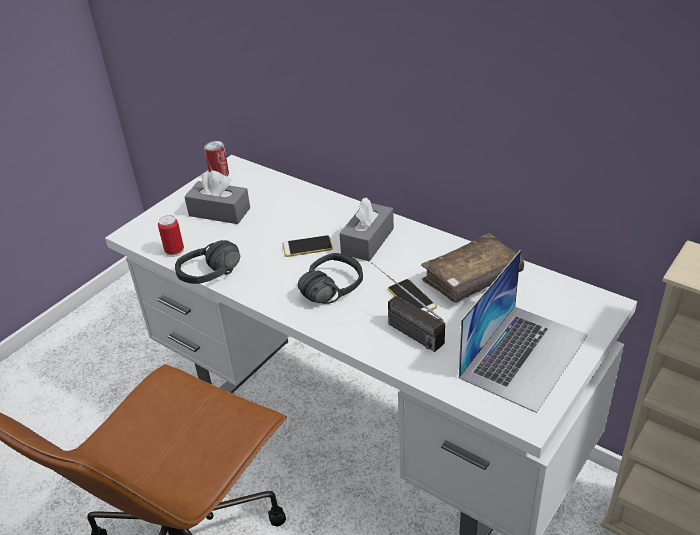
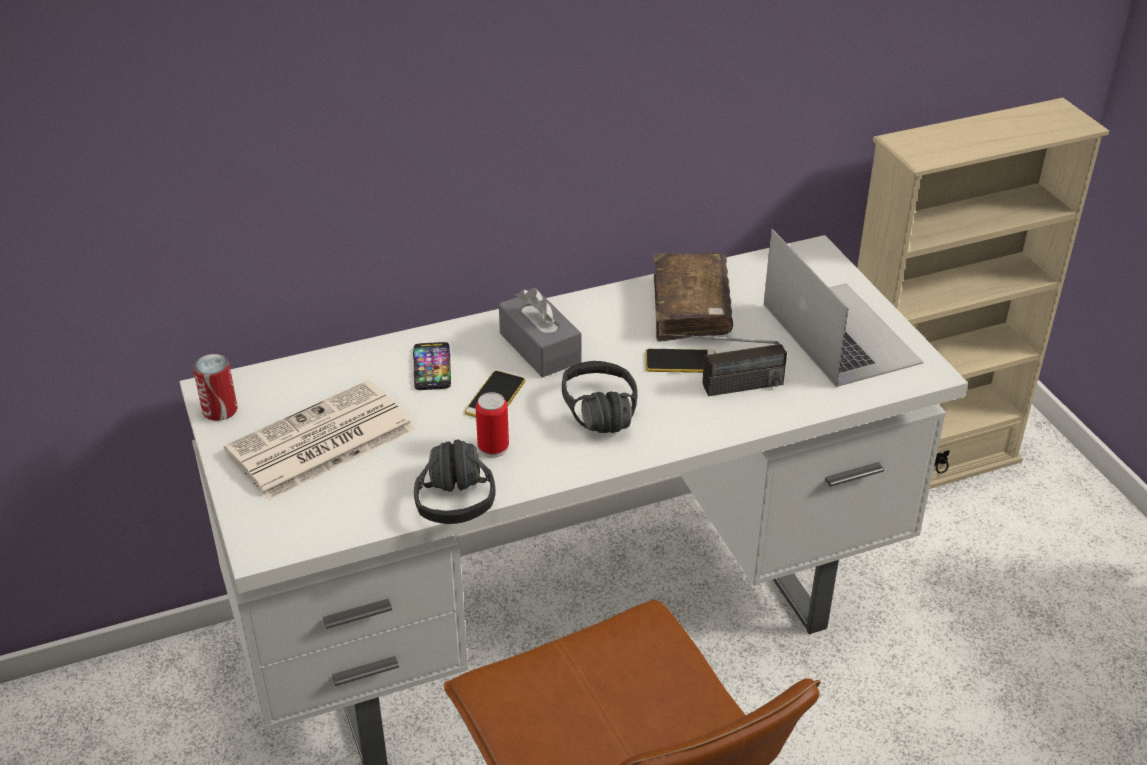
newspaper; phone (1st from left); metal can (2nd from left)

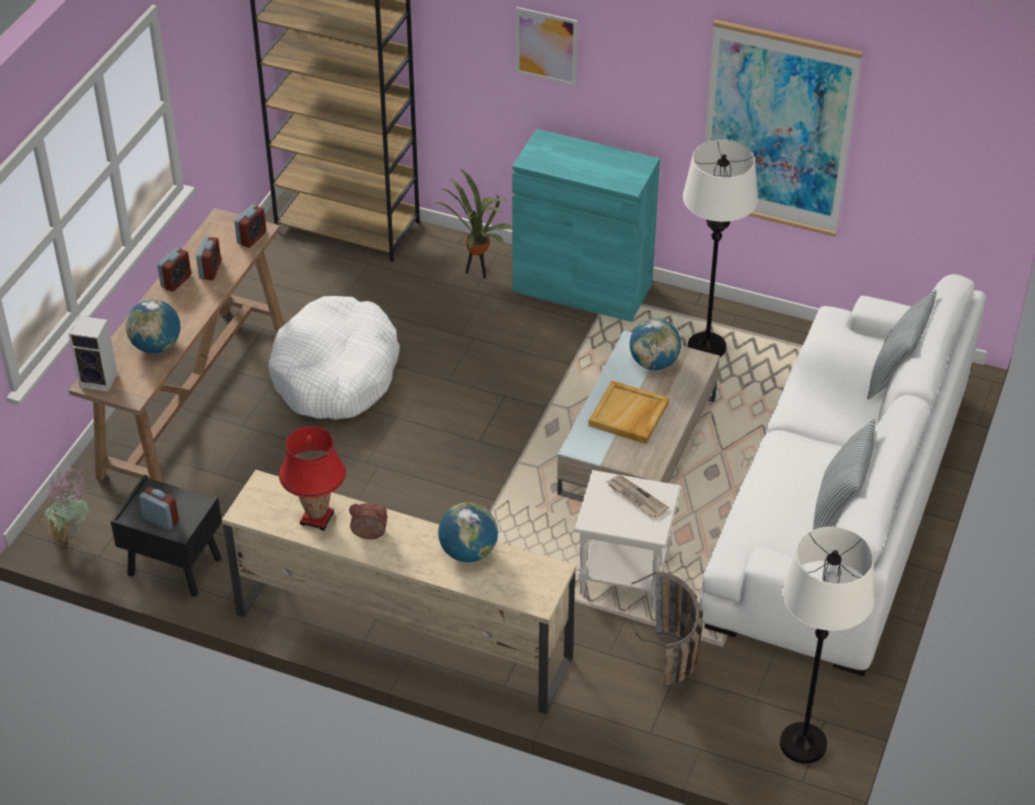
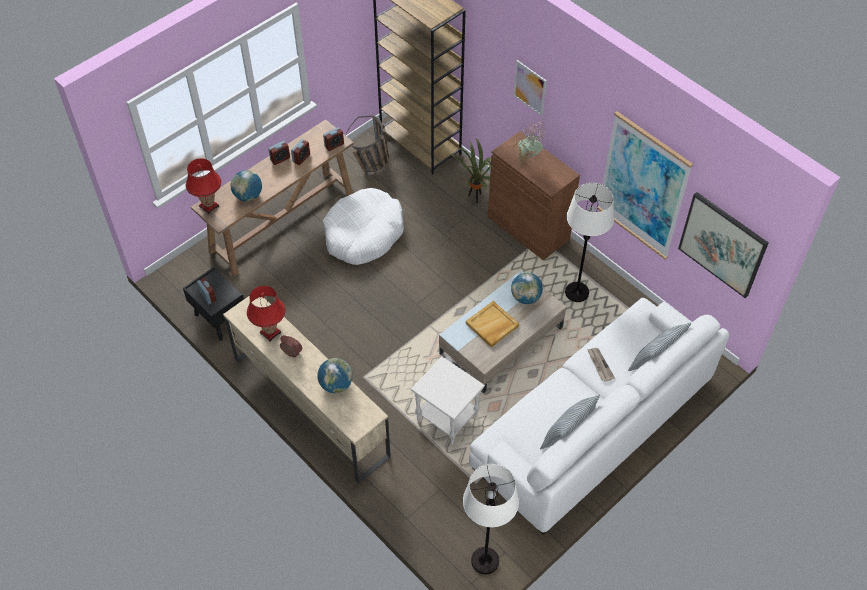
reddish table lamp (1st from left); basket; brown cupboard; houseplant (2nd from left); newspaper; wall picture (3rd from left)

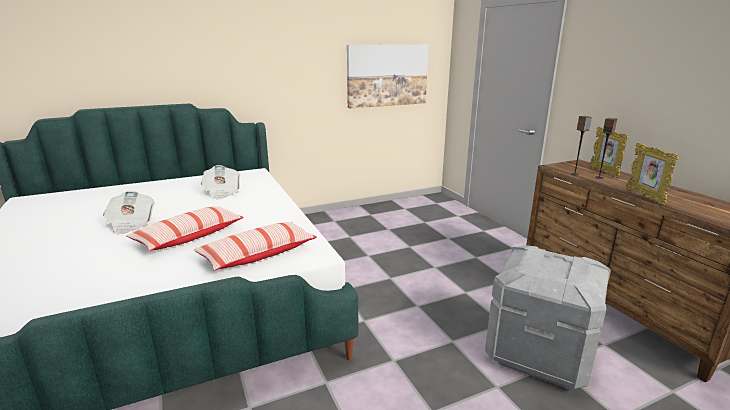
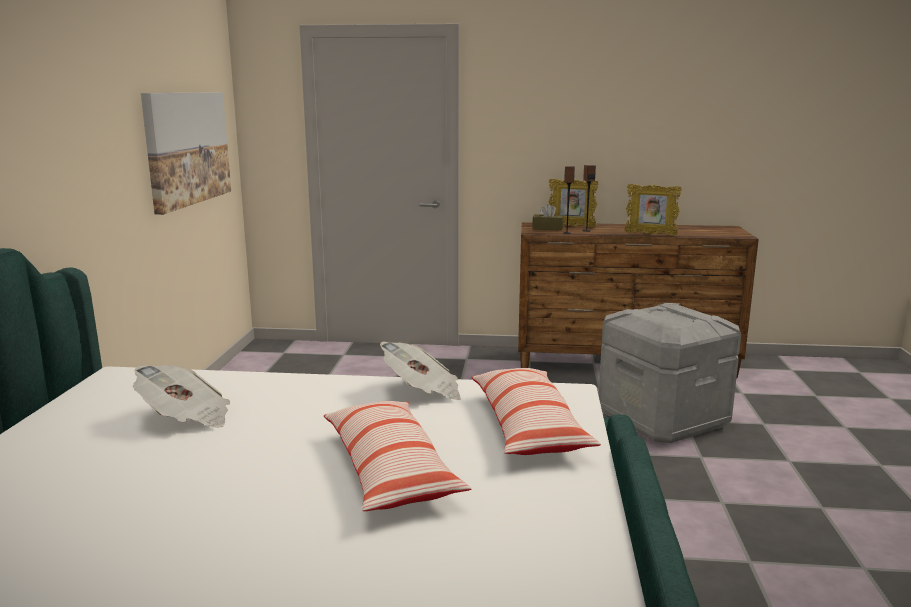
newspaper (2nd from left); brown tissue box

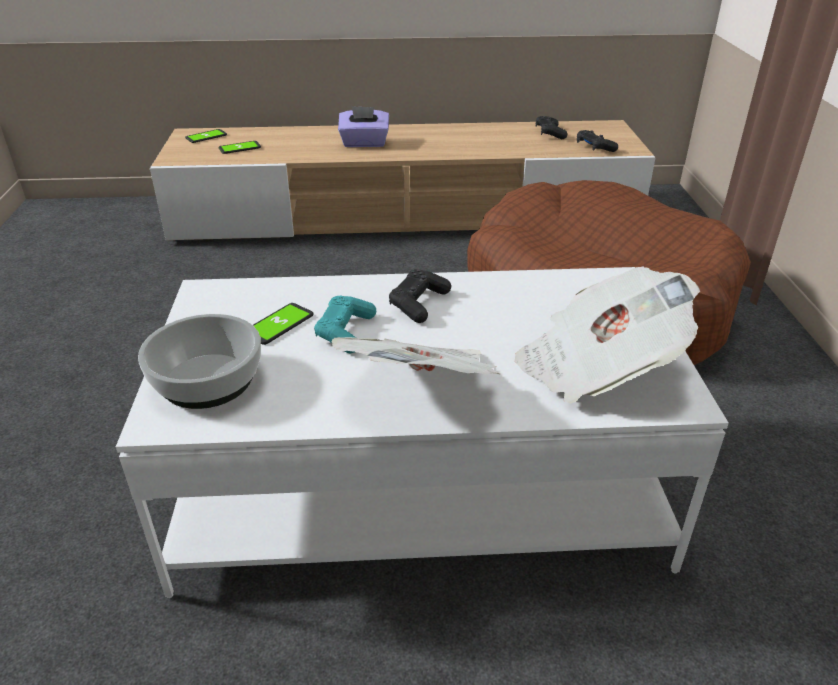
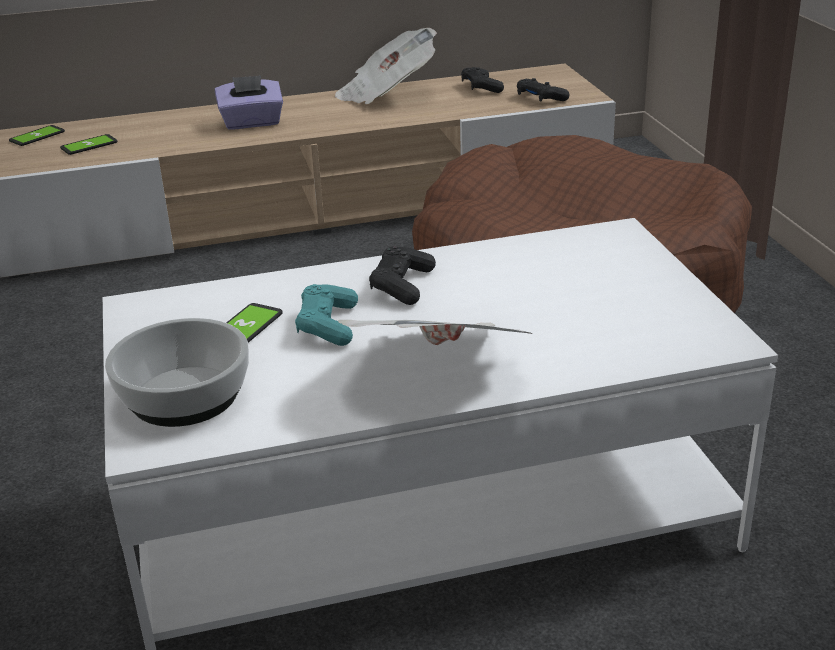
newspaper (1st from left)

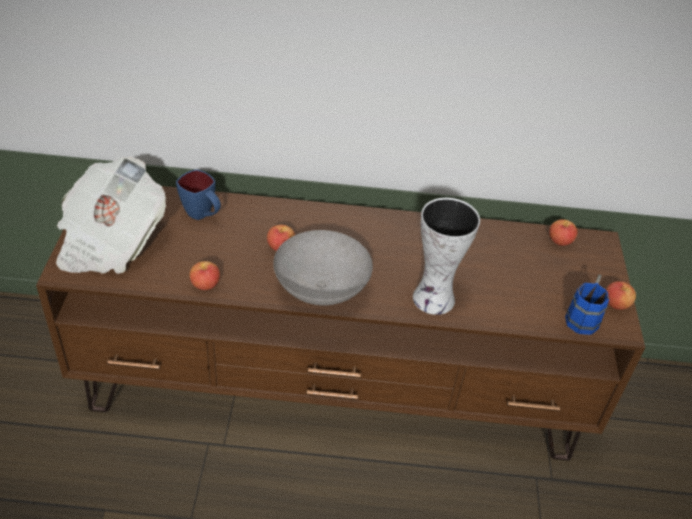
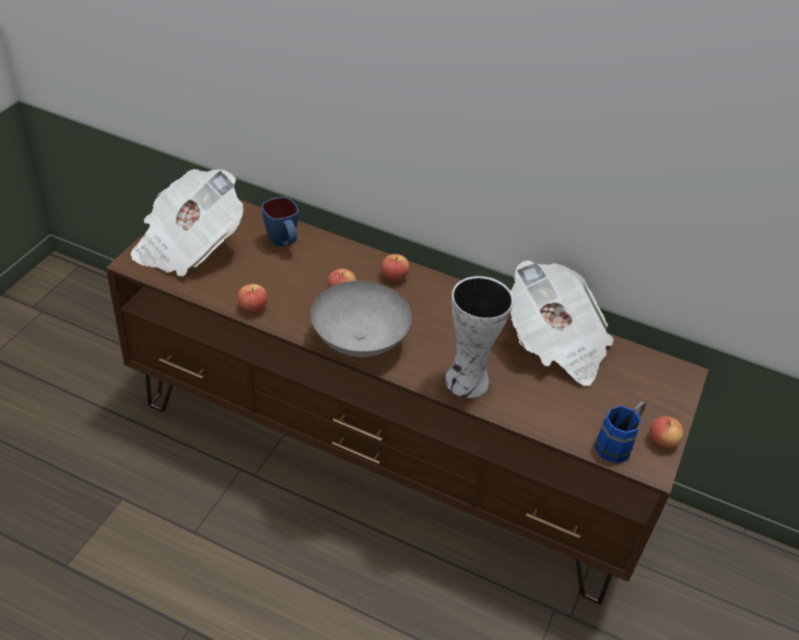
apple fruit (3rd from left); newspaper (2nd from left)

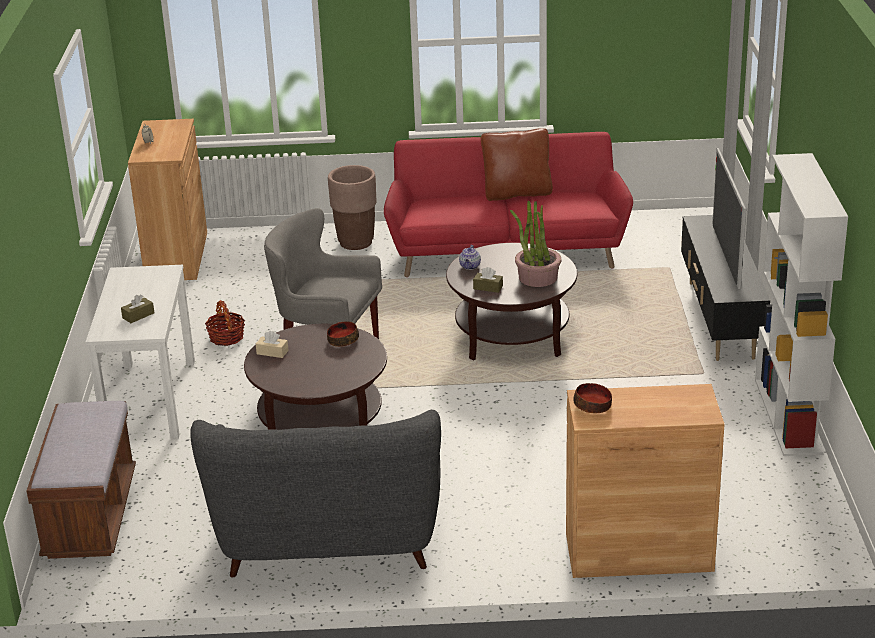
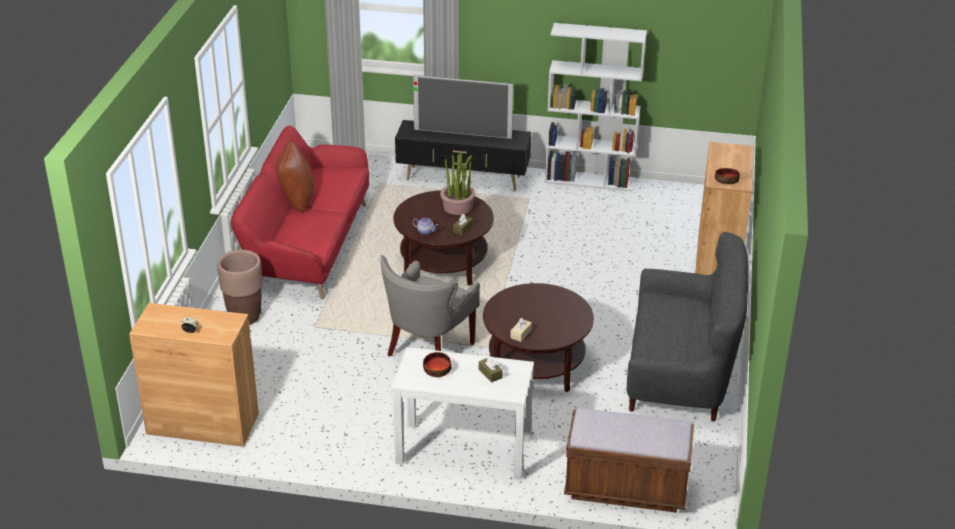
bowl (1st from left); basket

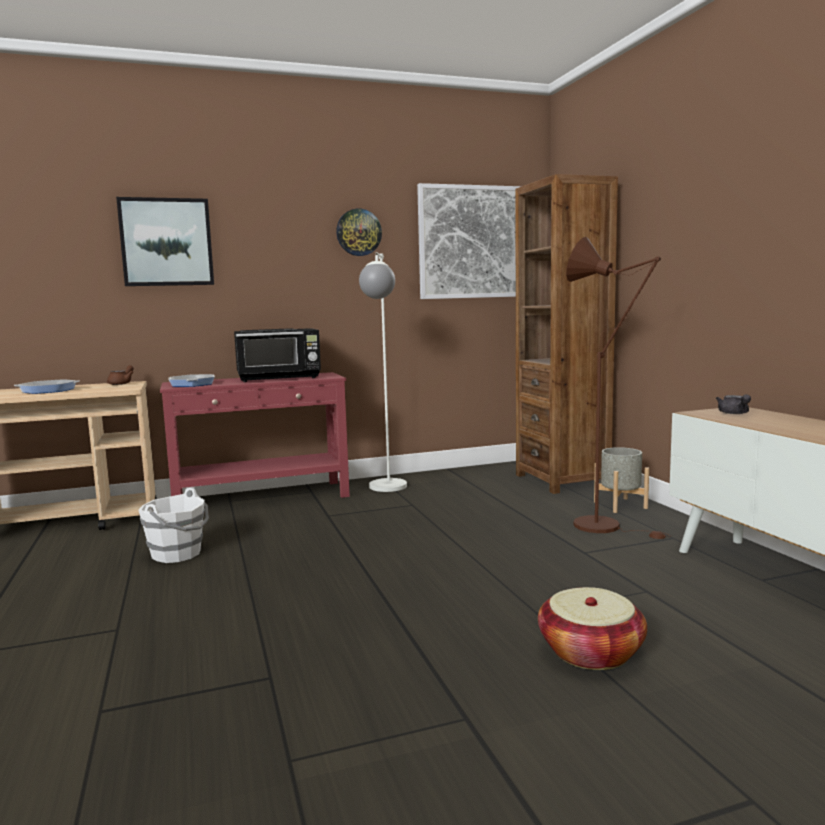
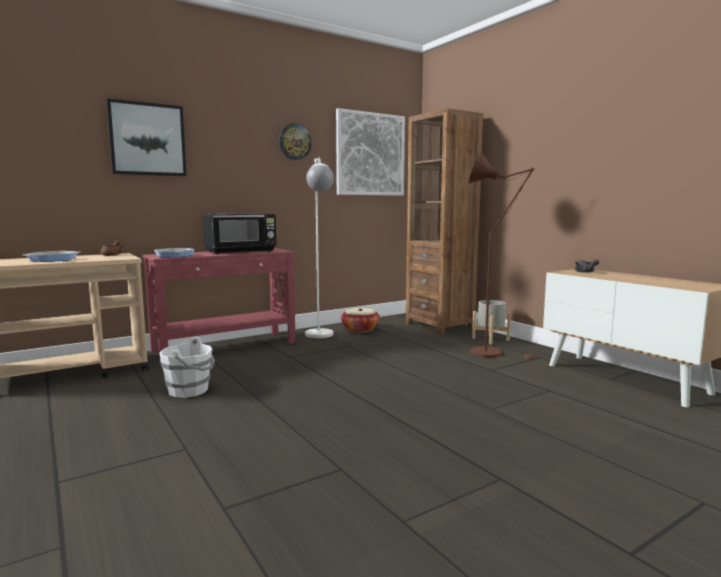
basket

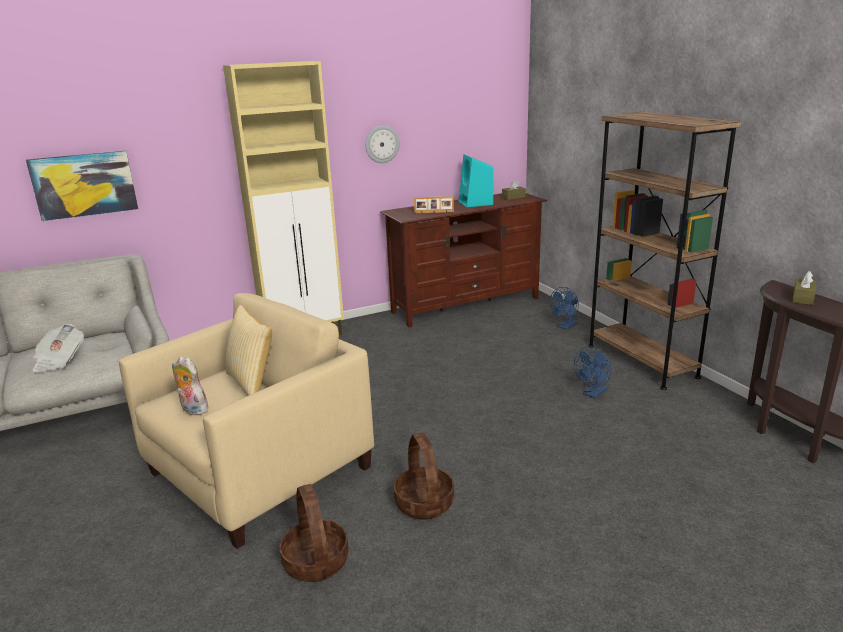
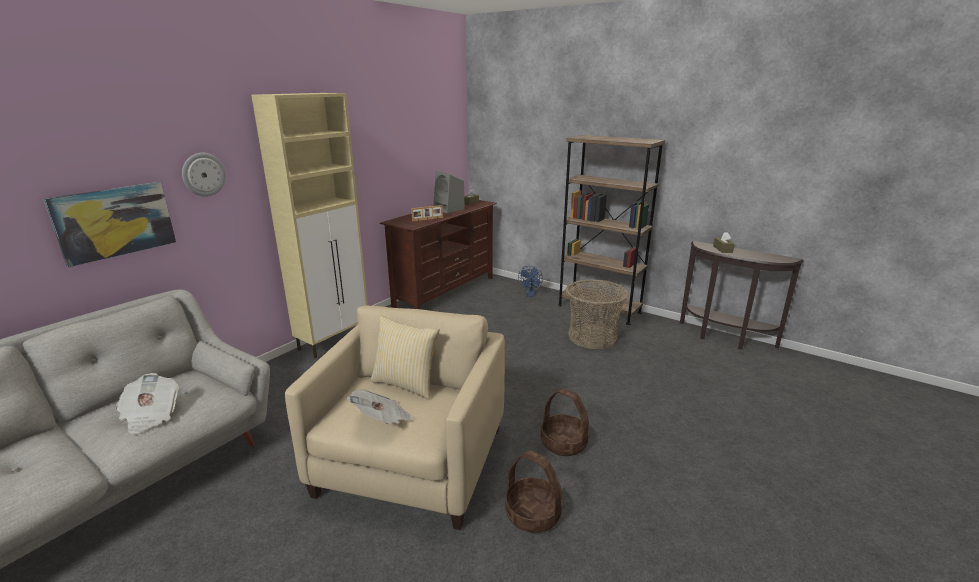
clock on the wall; newspaper (2nd from left); gray loudspeaker; basket (3rd from left)

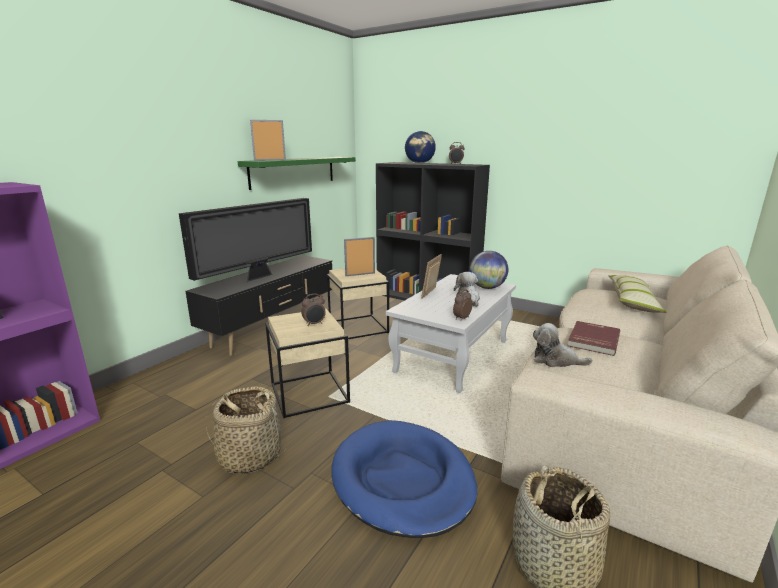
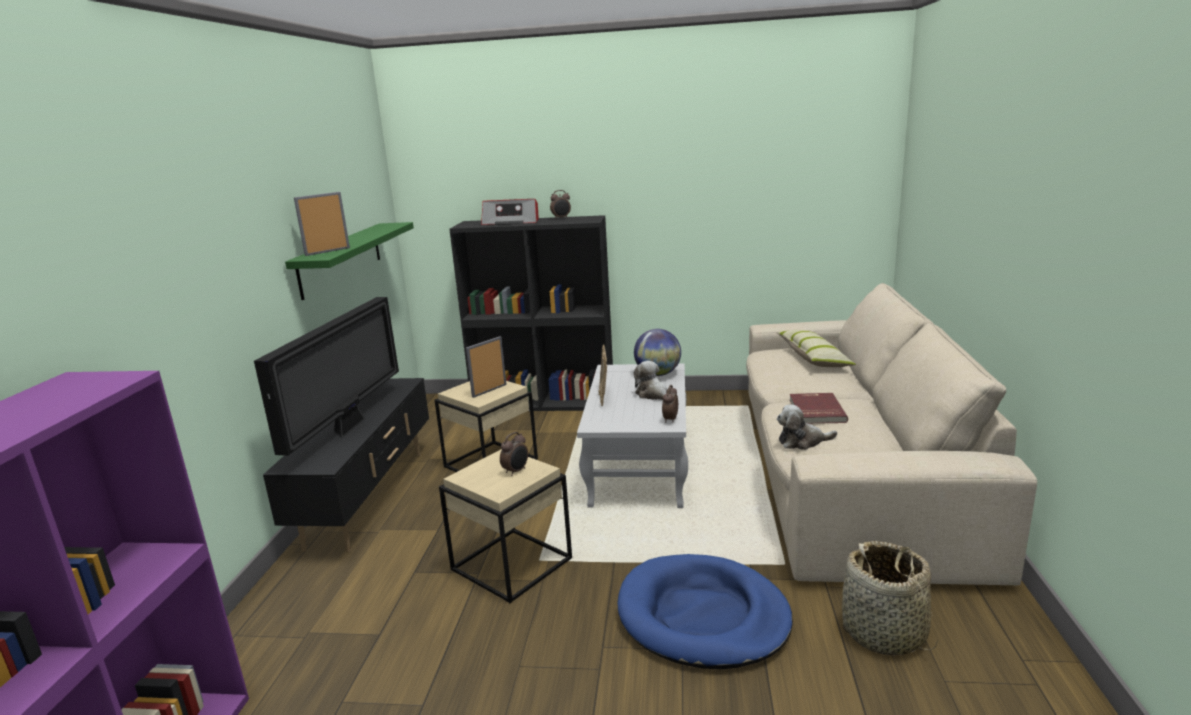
radio; basket (1st from left in the first image)

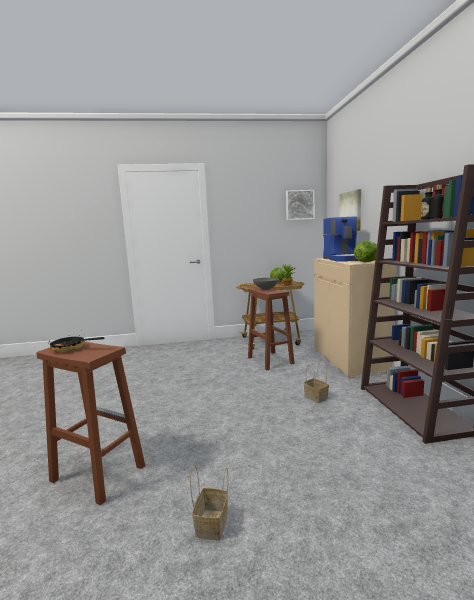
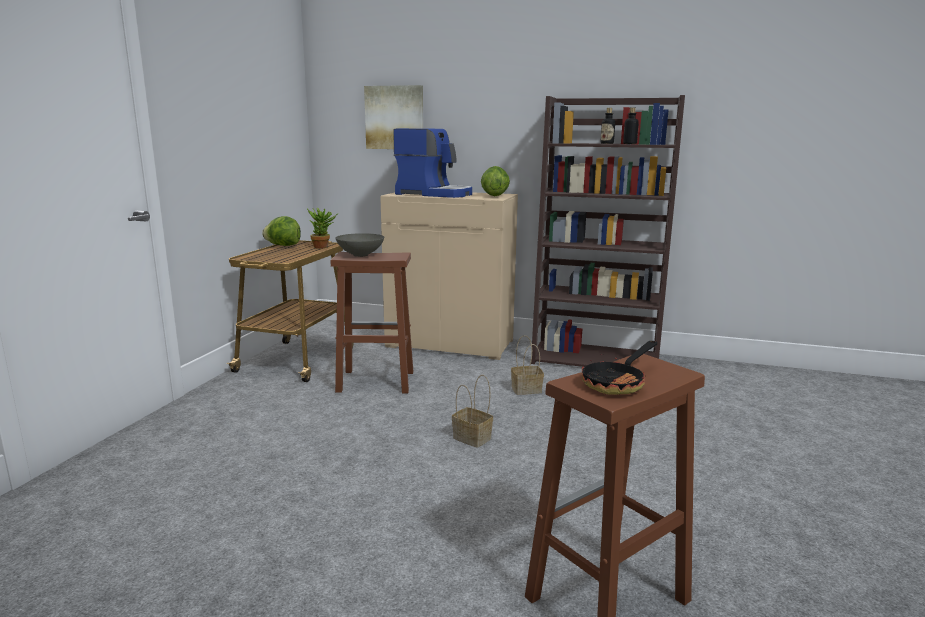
basket (1st from left); wall picture (1st from left in the first image)

